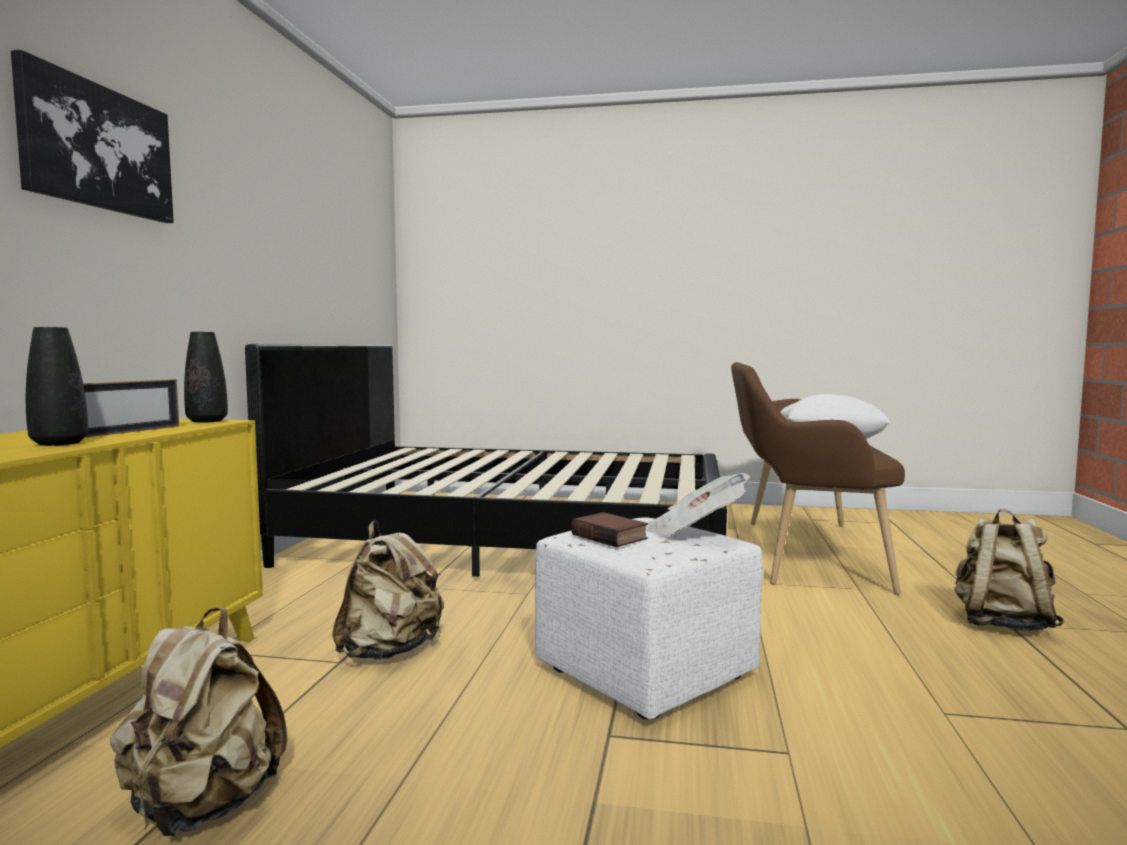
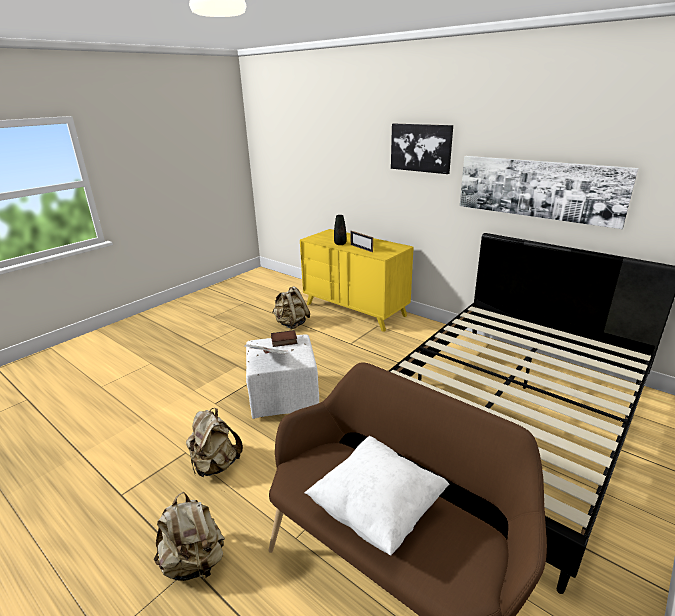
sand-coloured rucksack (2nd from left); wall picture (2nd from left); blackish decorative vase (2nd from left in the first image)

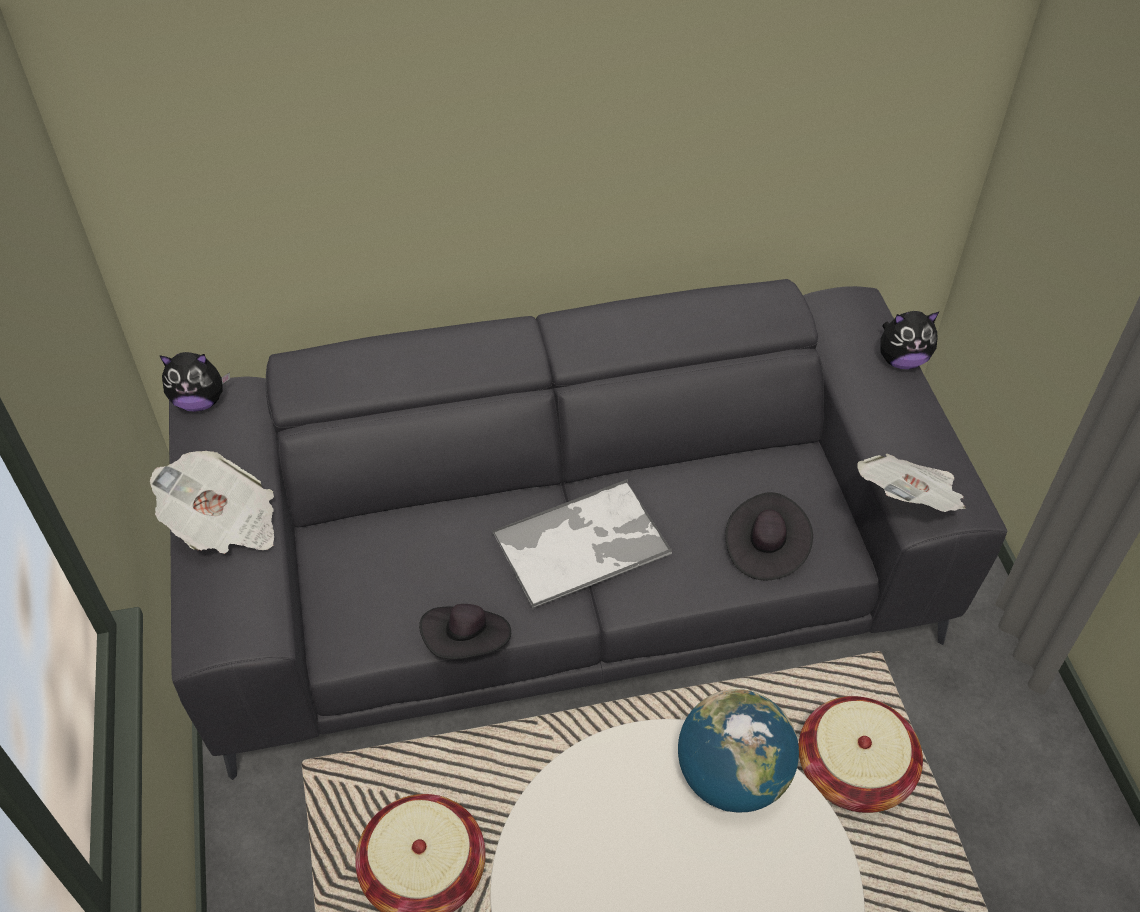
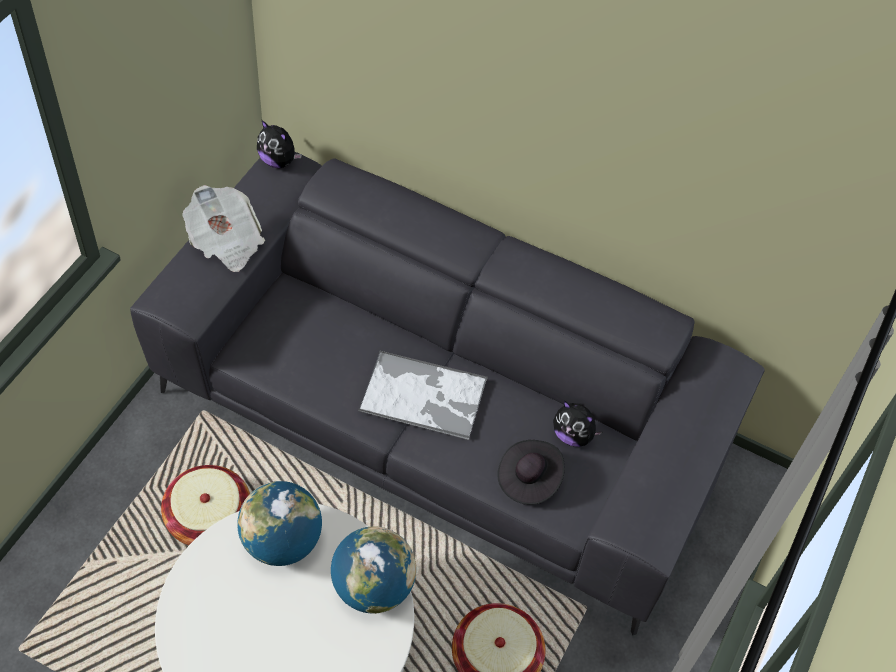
world globe (1st from left); soft toy (2nd from left); blackish wearable hat (1st from left in the first image); newspaper (2nd from left in the first image)

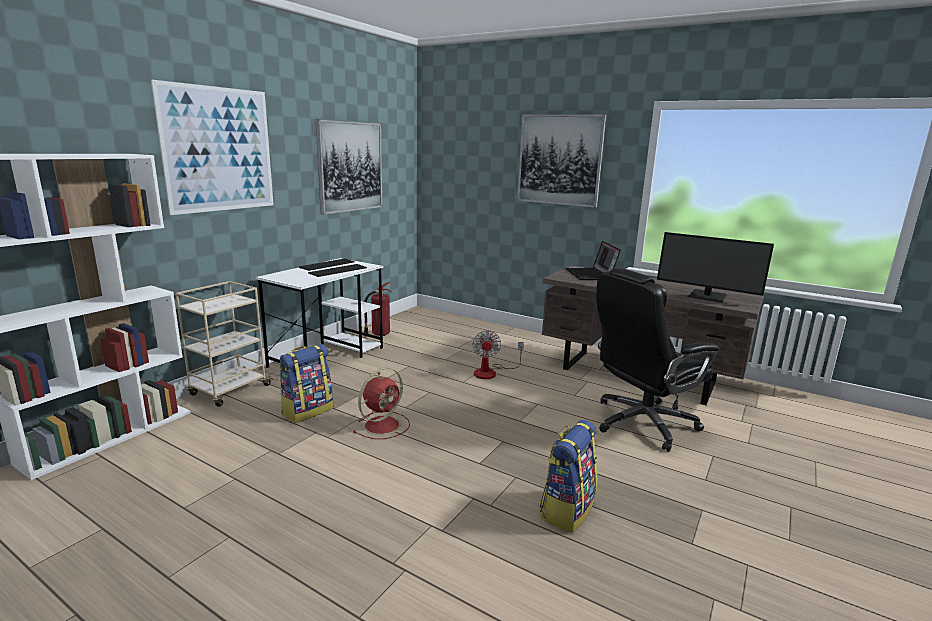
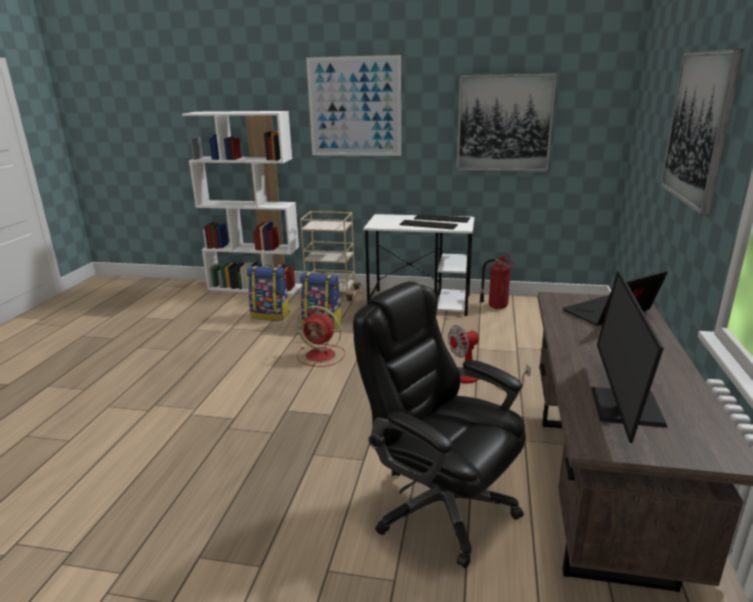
rucksack (1st from left)

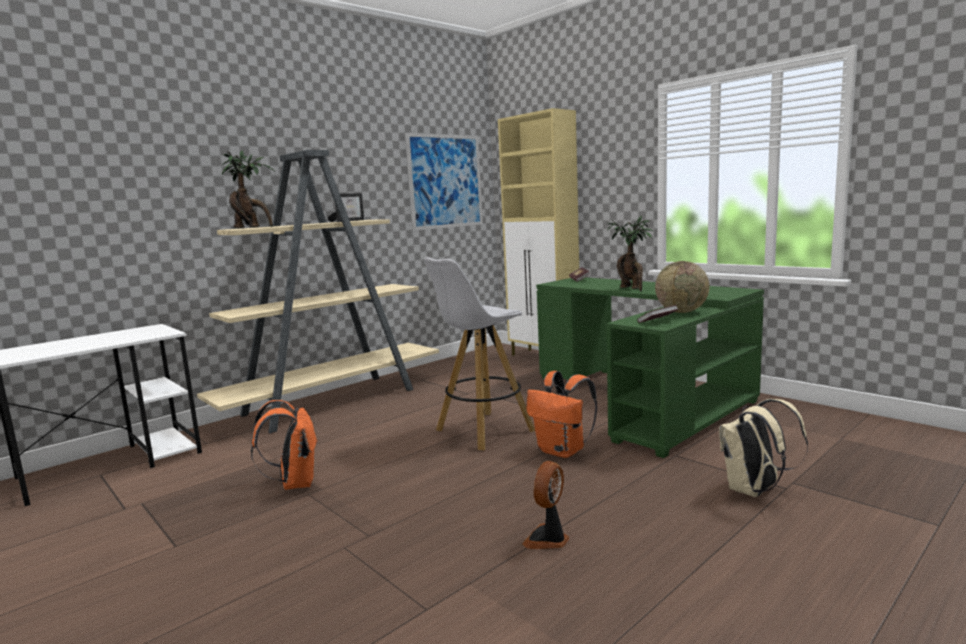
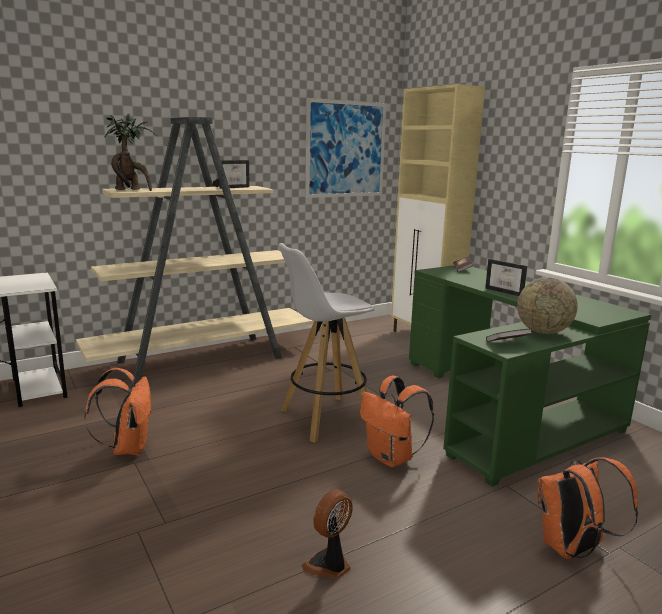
standing frame (2nd from left); orange-coloured rucksack (3rd from left)

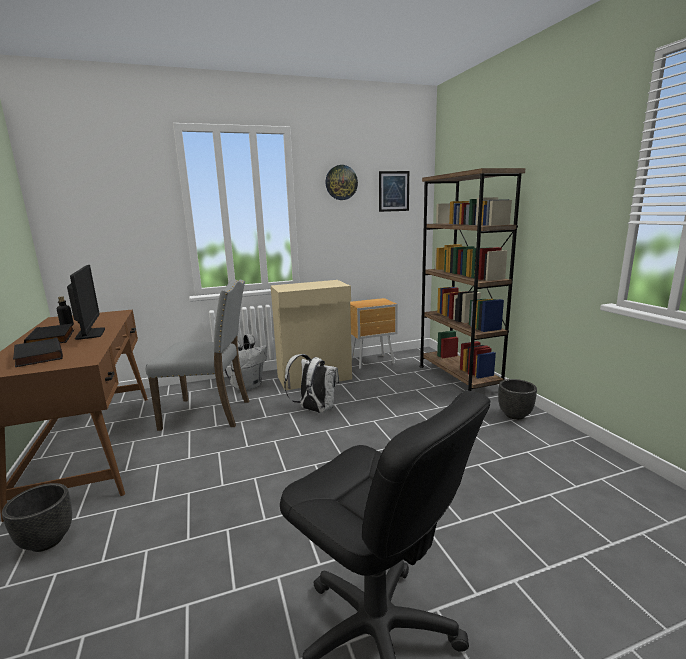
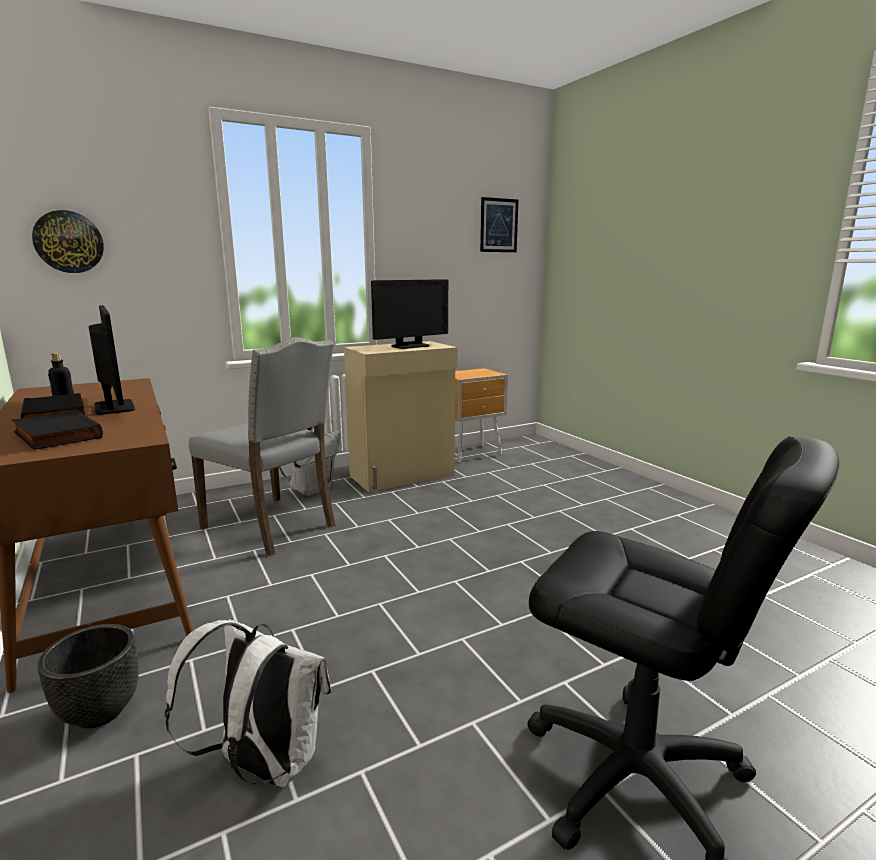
clock on the wall; white-coloured rucksack (1st from left); gray upright chair; computer screen (2nd from left); brown bookcase; blackish planter (2nd from left in the first image)

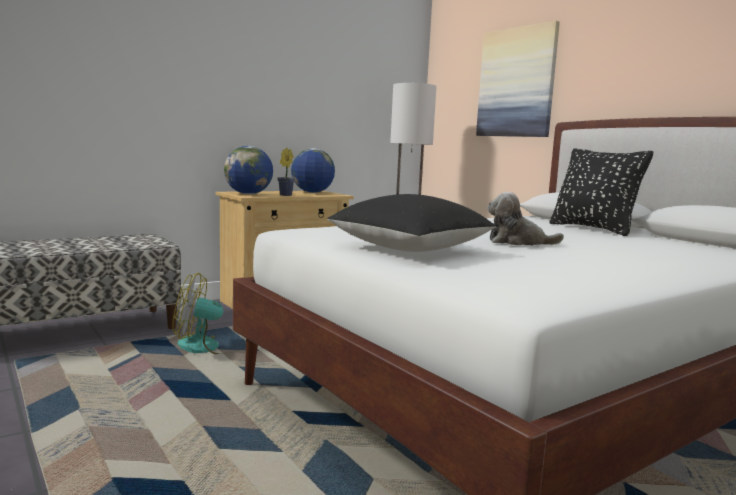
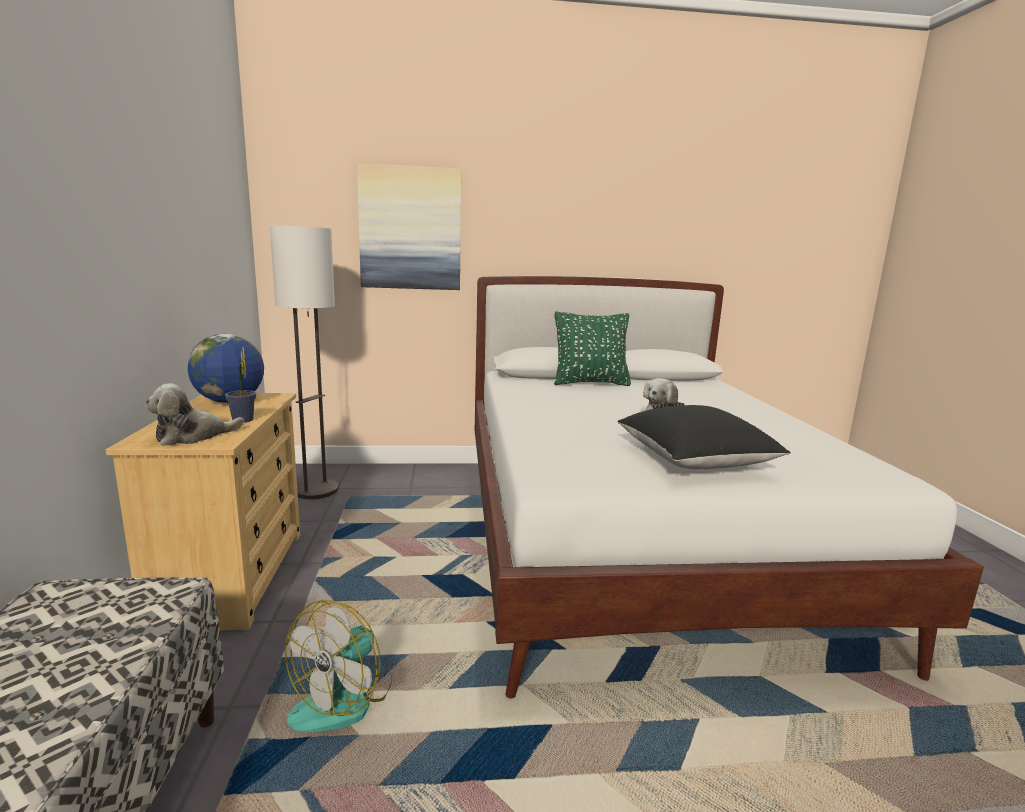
soft toy (1st from left); green-coloured pillow

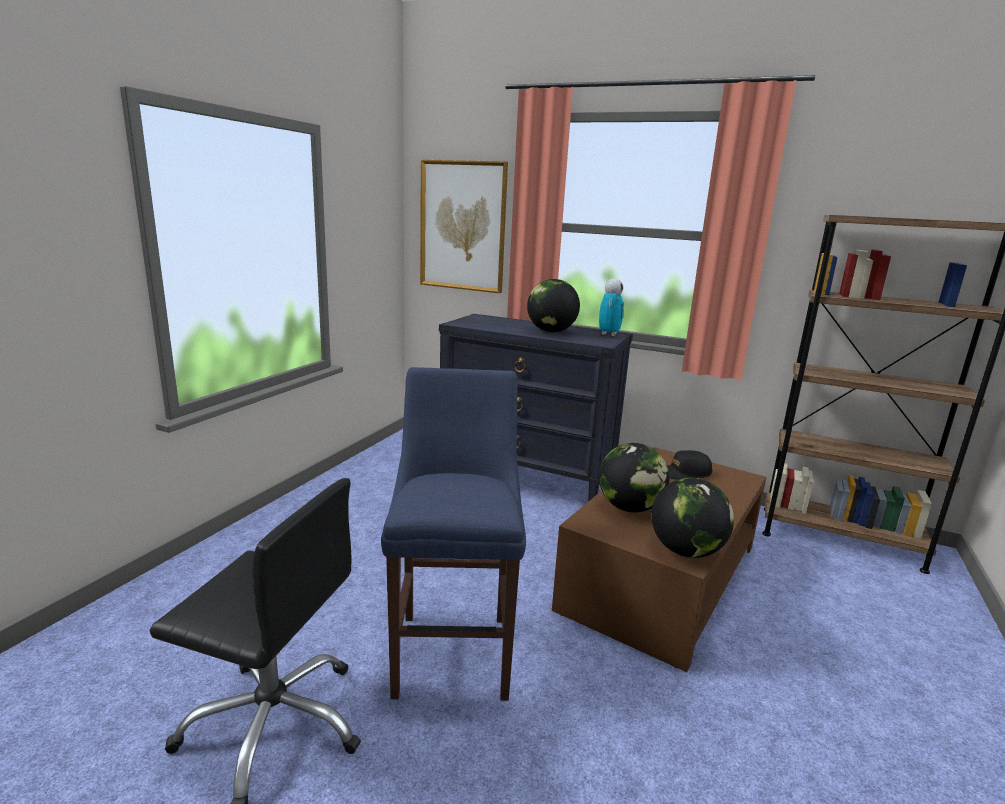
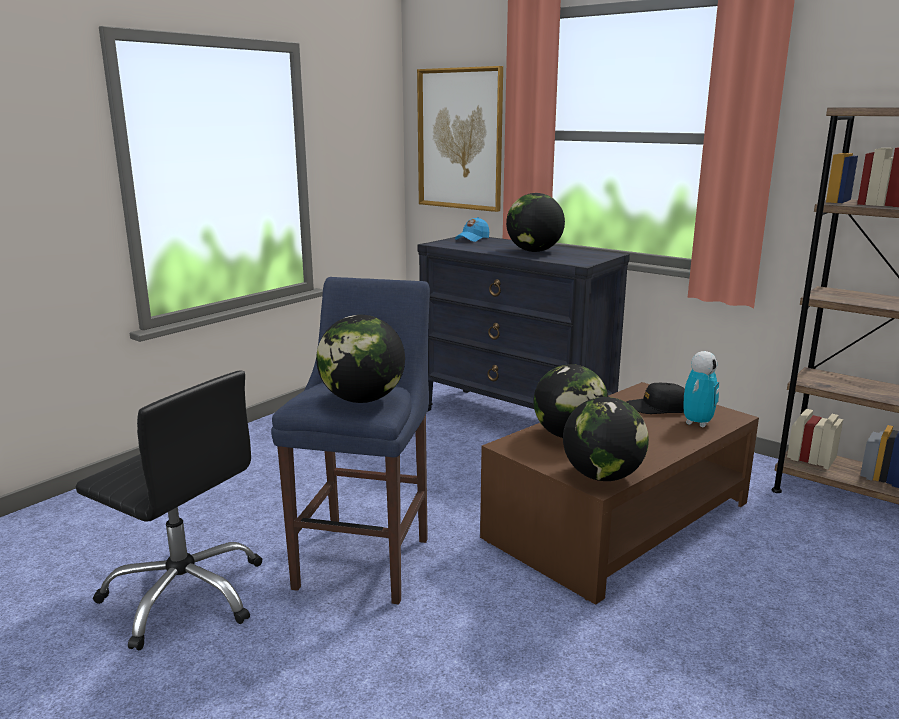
world globe (1st from left); blue-coloured cap; toy robot

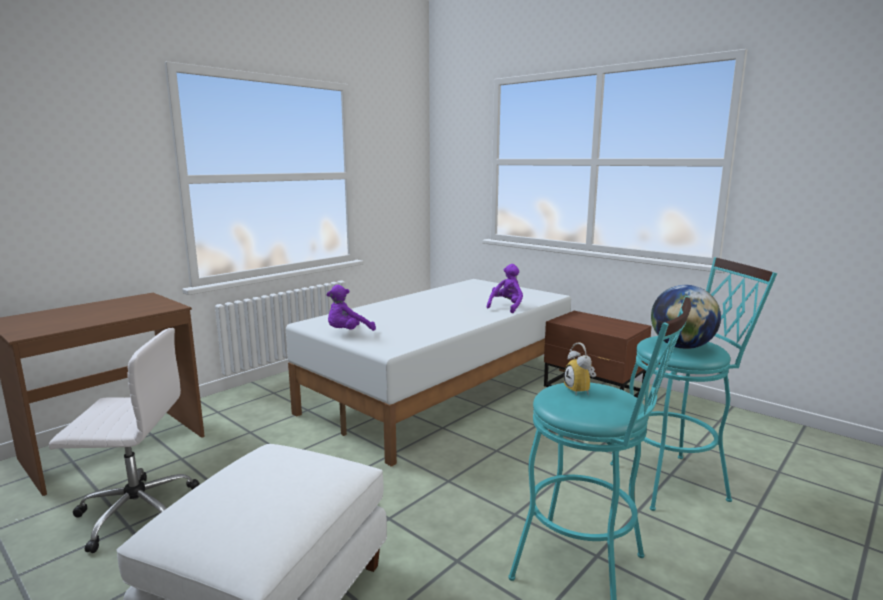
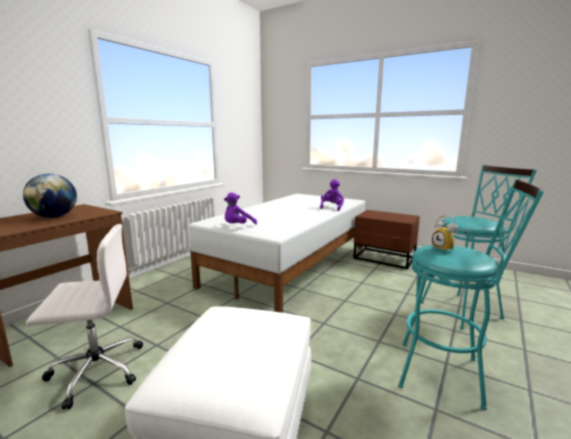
world globe

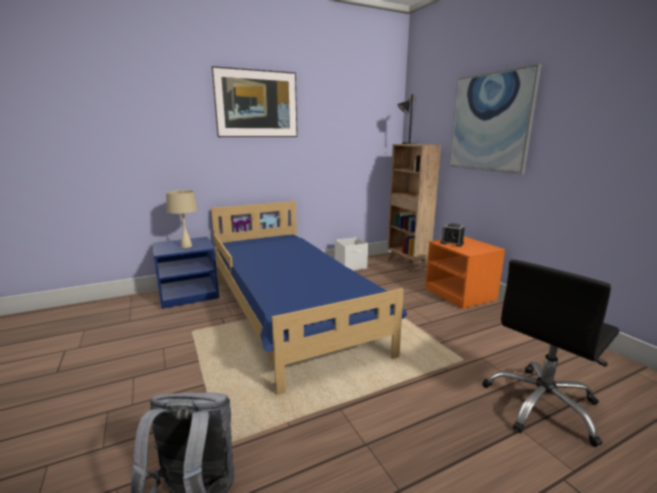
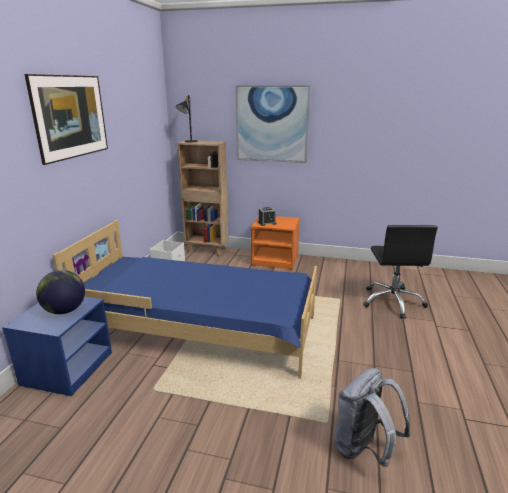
world globe

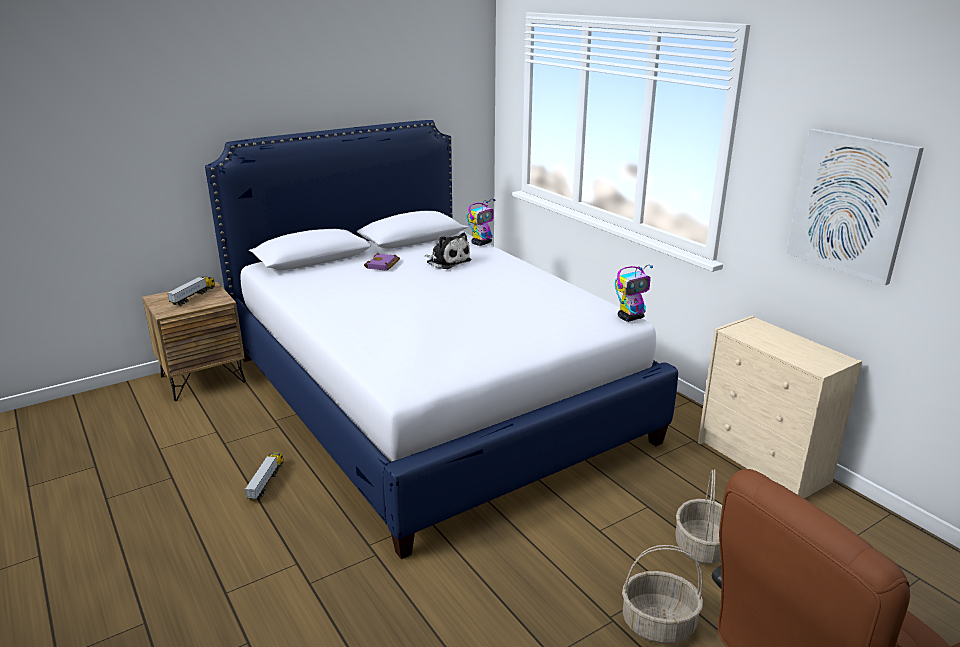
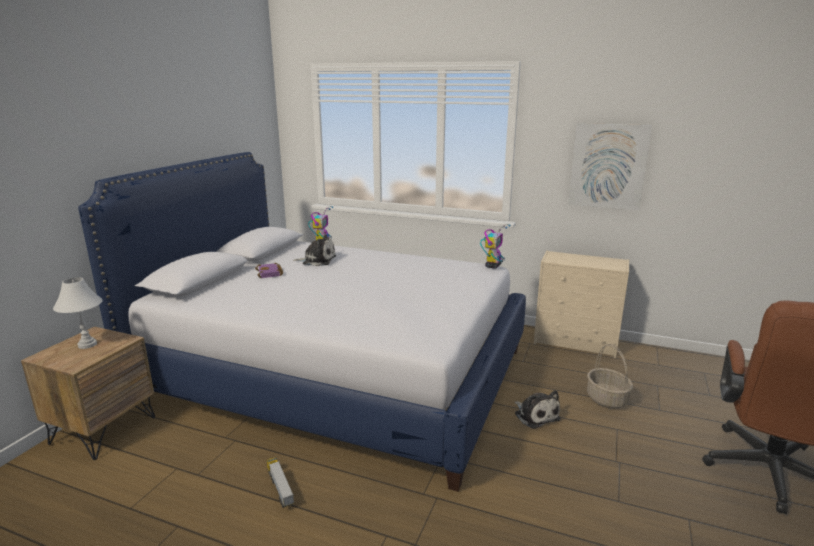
white-coloured table lamp; soft toy (2nd from left); basket (1st from left in the first image)

